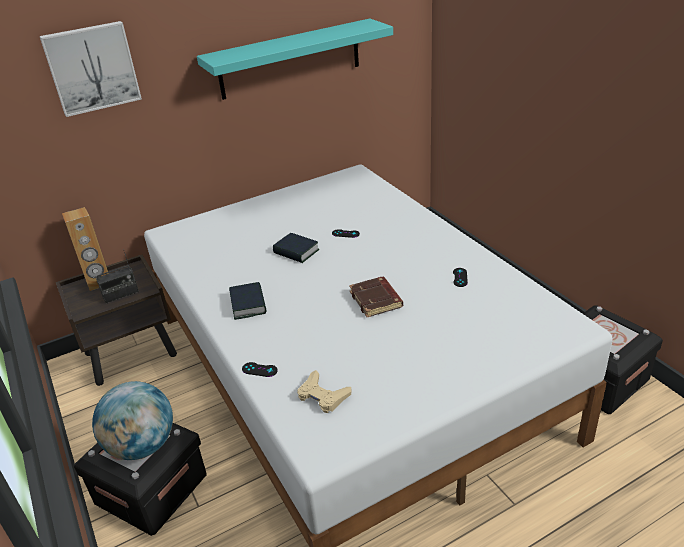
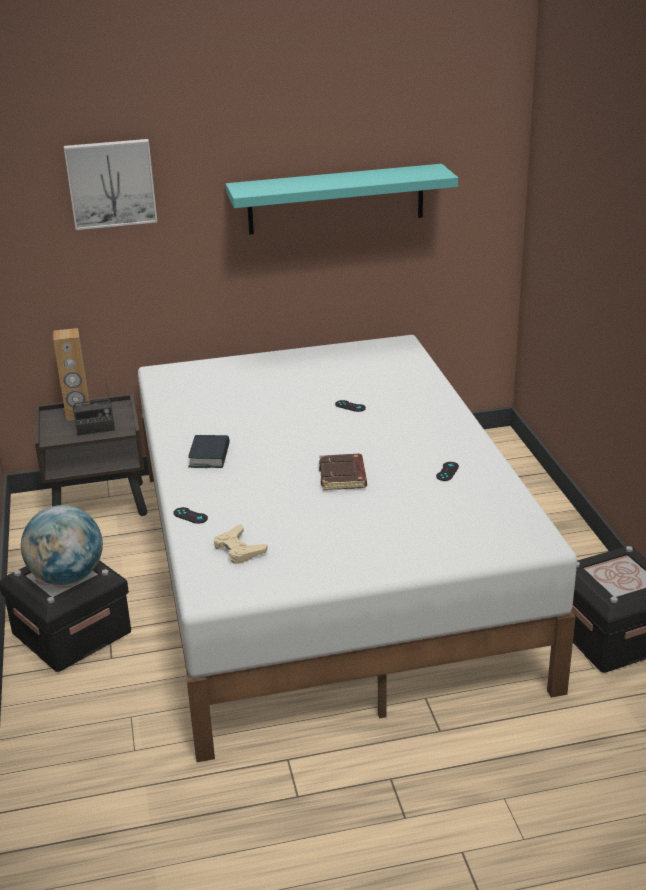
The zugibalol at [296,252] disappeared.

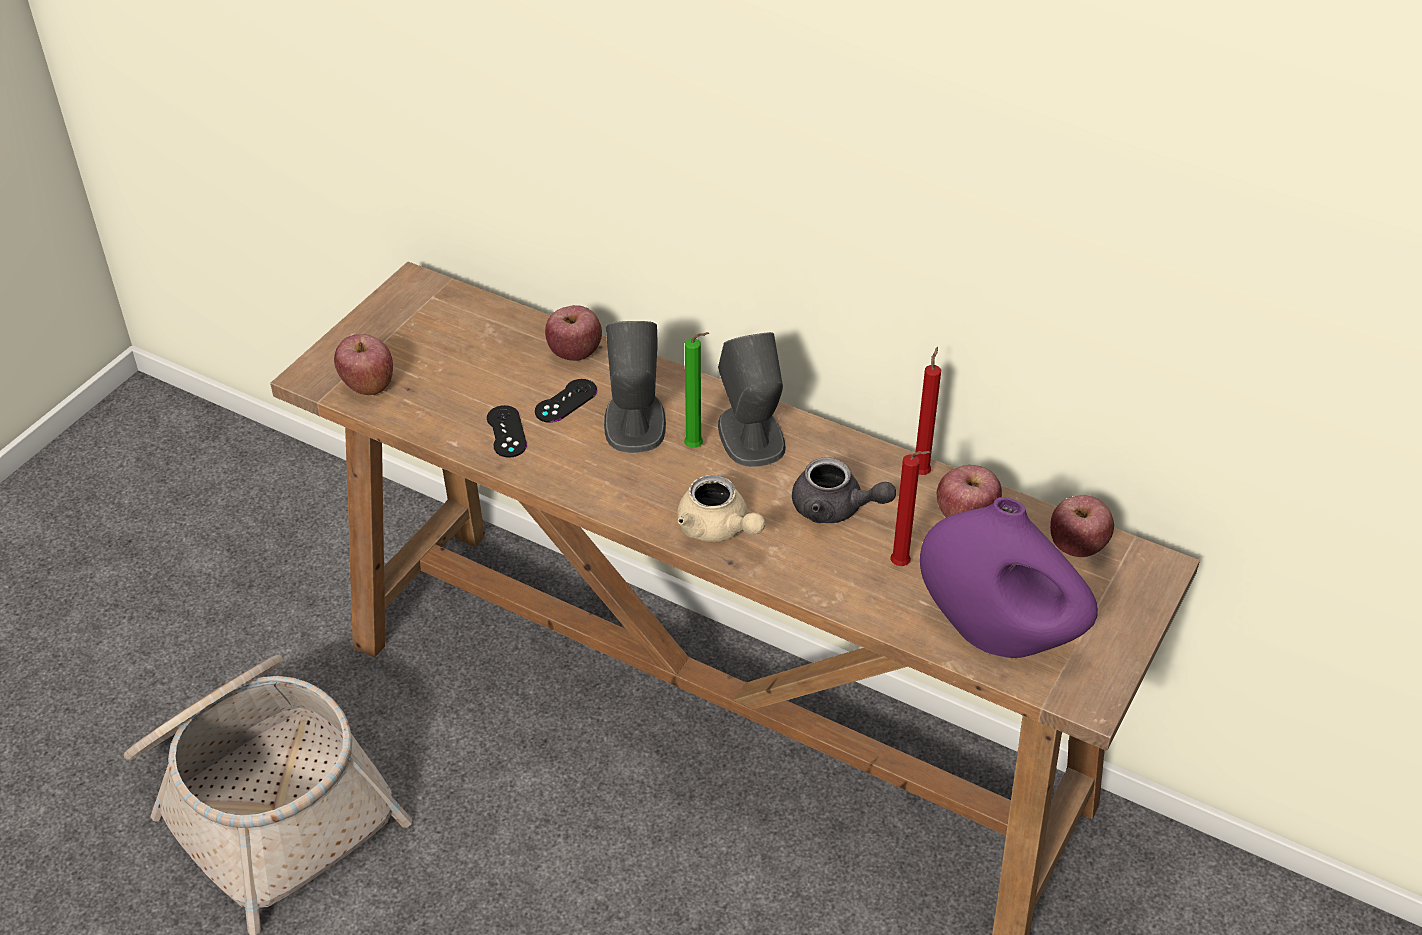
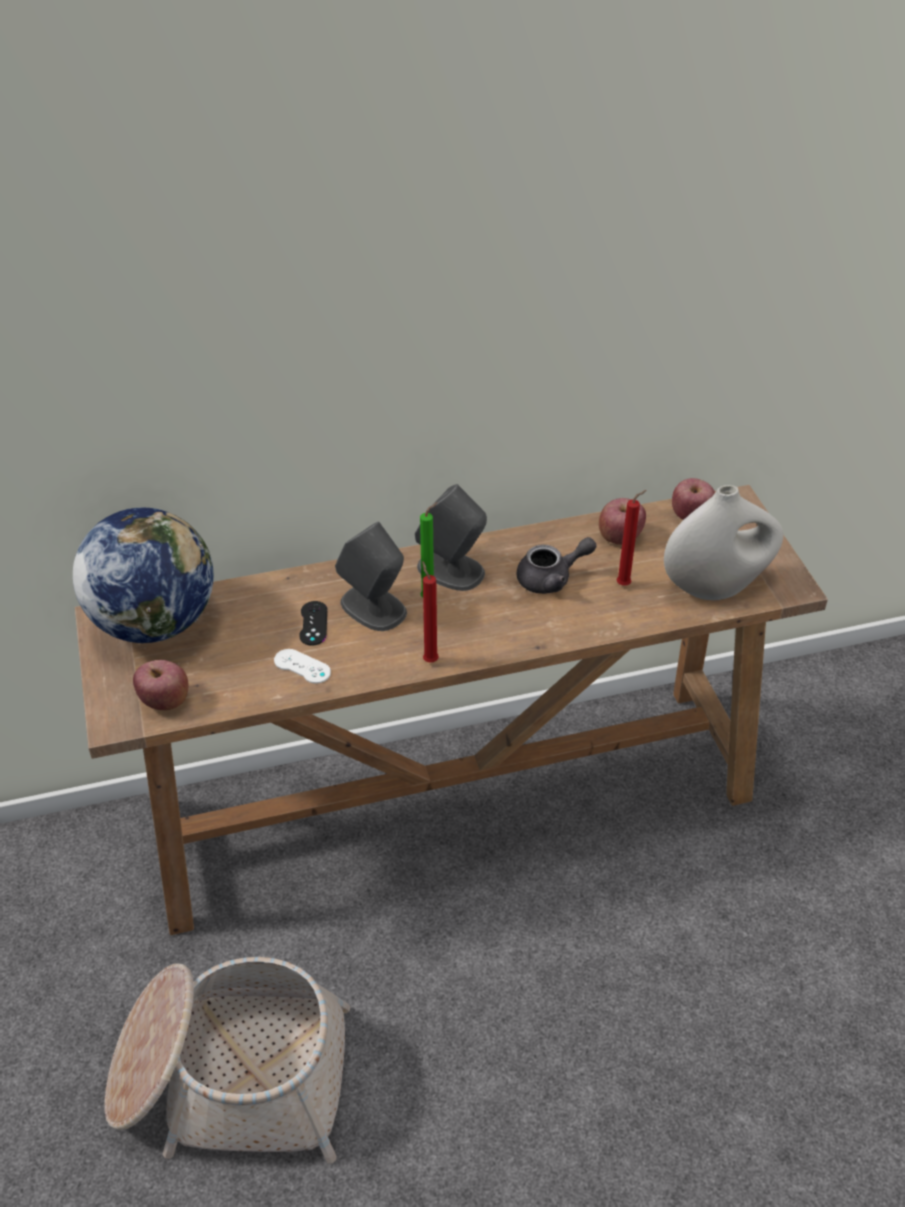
The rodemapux at [575,353] disappeared.
The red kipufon moved from [921,472] to [429,659].
The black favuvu at [506,432] became the white favuvu at [302,666].
The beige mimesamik at [718,529] disappeared.
The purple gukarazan at [998,634] became the white gukarazan at [716,586].
The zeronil at [154,622] appeared.

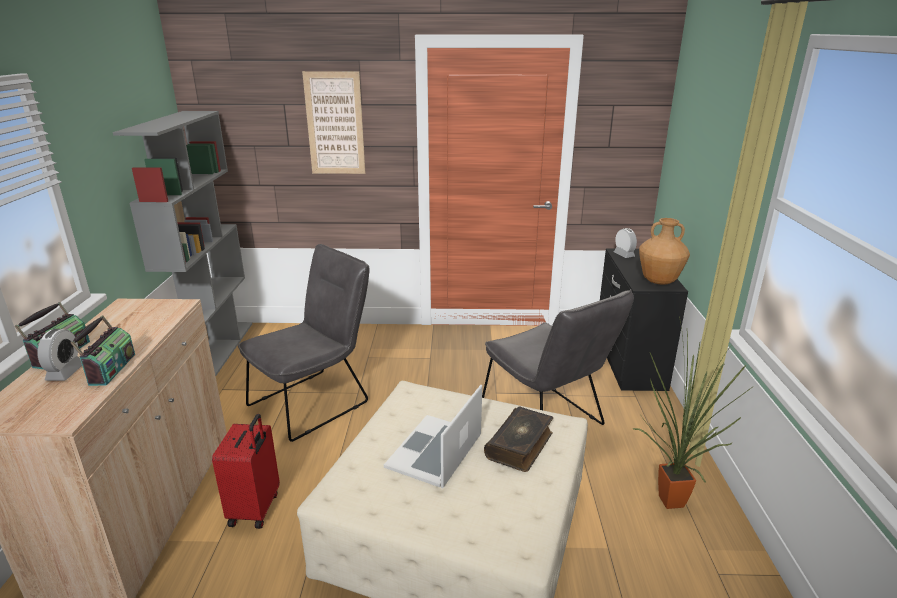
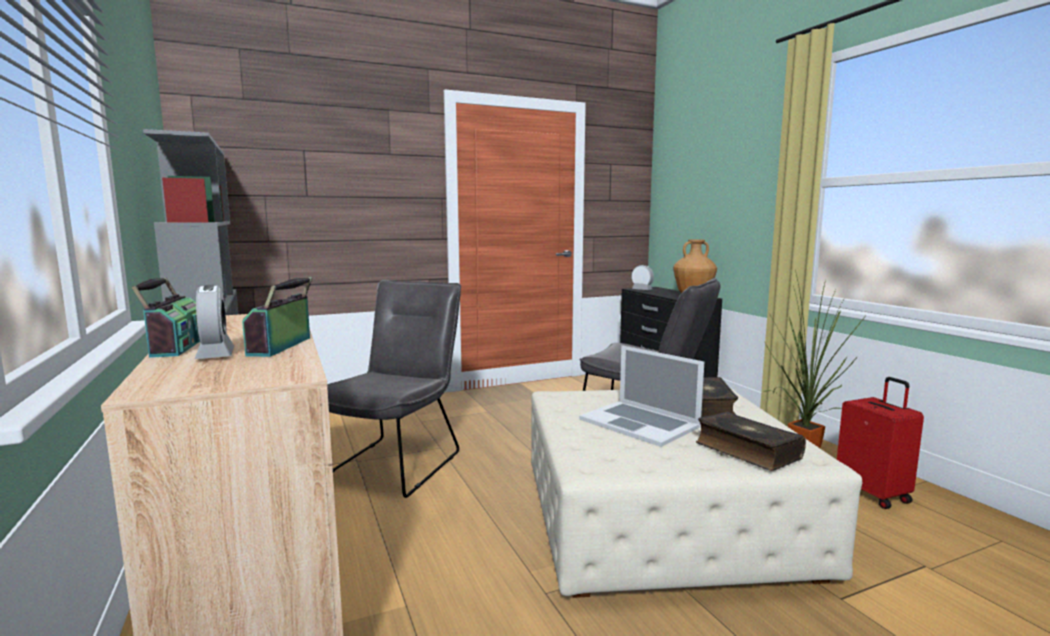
The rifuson at [335,124] disappeared.
The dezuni at [111,369] turned 150 degrees counterclockwise.
The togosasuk at [435,450] turned 45 degrees counterclockwise.
The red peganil moved from [256,509] to [874,494].
The zugibalol at [746,451] appeared.

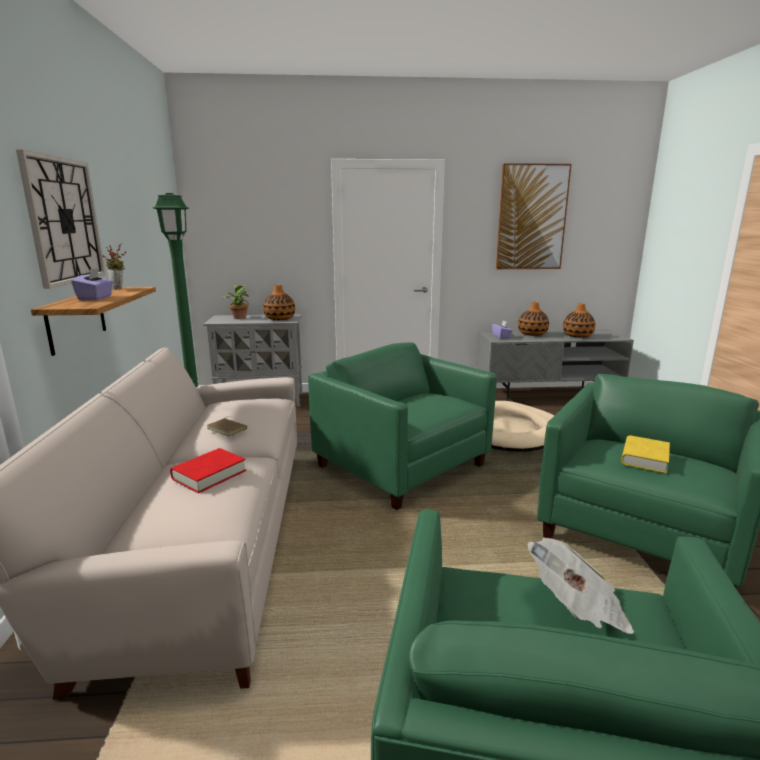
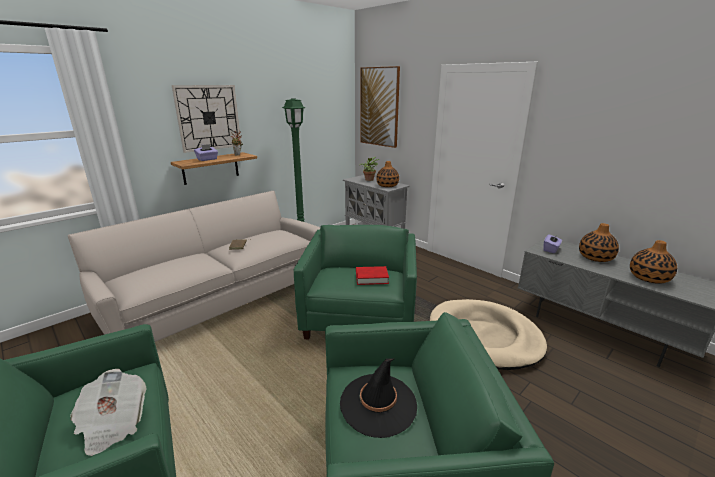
The rifuson moved from [531,217] to [379,107].
The yellow zugibalol at [644,458] was replaced by the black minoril at [378,404].
The red zugibalol moved from [209,475] to [371,278].

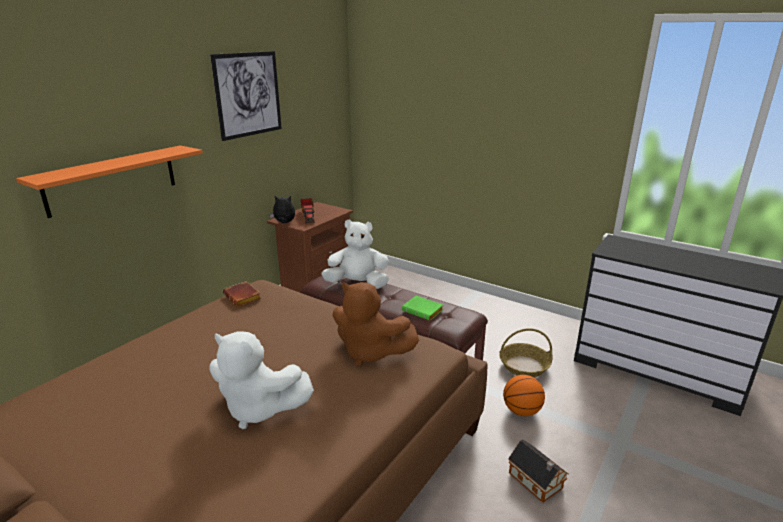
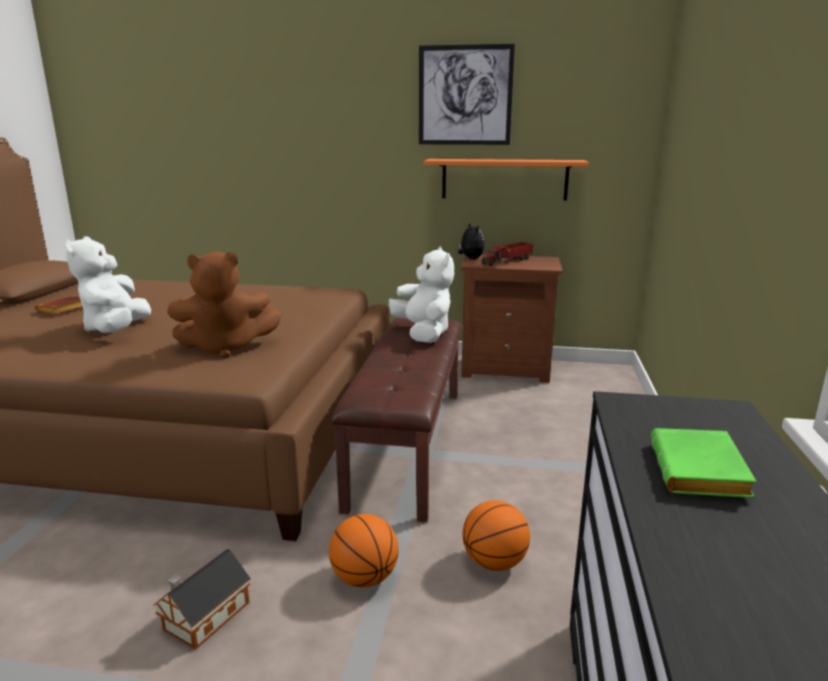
The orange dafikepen moved from [112,180] to [504,179].
The brown zugibalol moved from [243,297] to [64,310].
The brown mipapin at [370,353] turned 105 degrees counterclockwise.
The green zugibalol moved from [424,311] to [701,473].
The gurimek at [524,366] was replaced by the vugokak at [494,562].

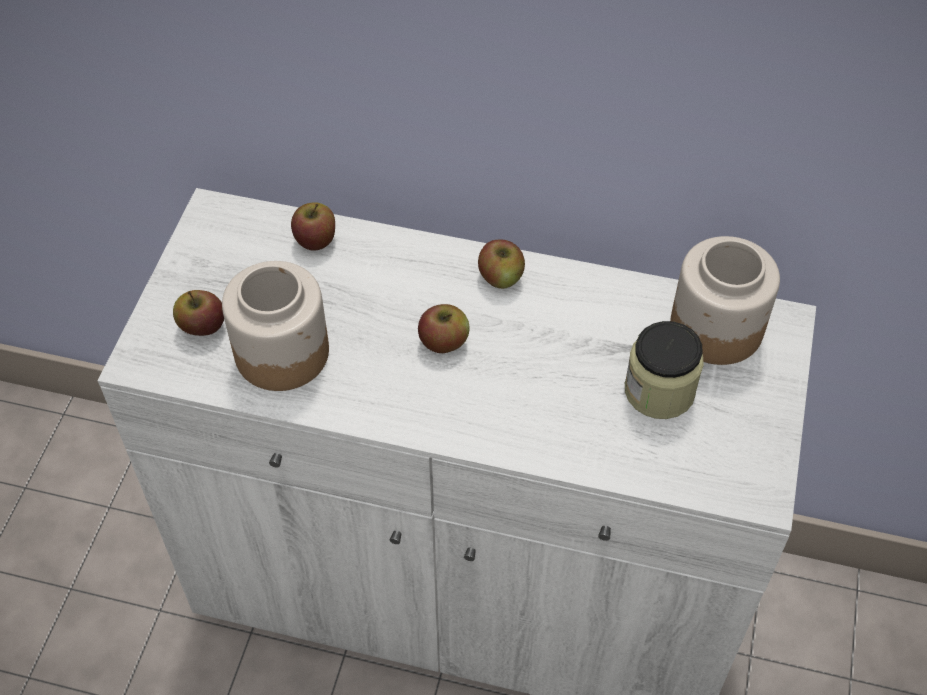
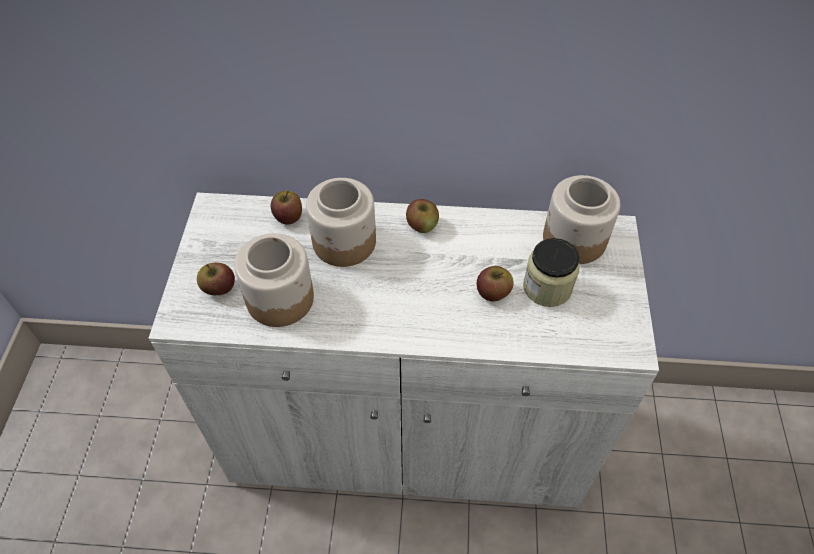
The rodemapux moved from [444,341] to [493,292].
The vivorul at [344,242] appeared.

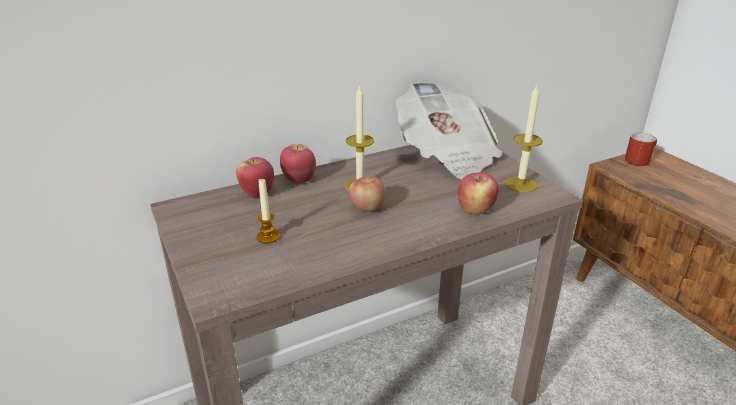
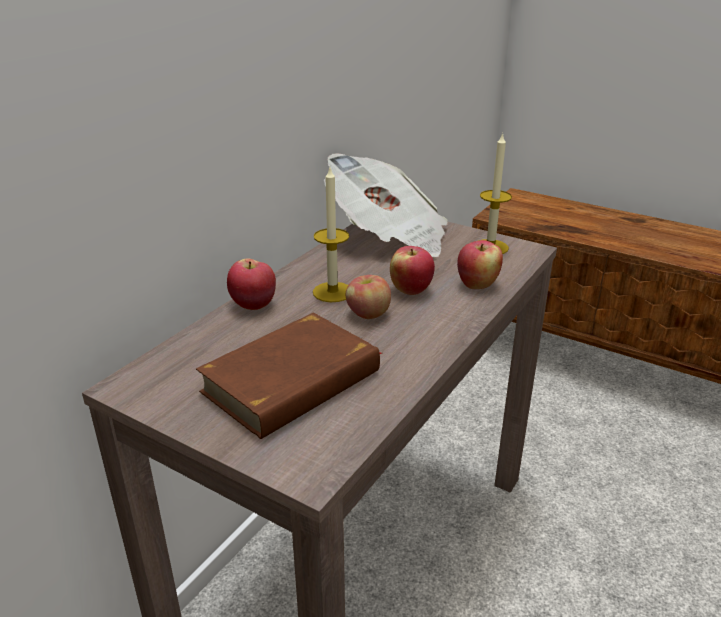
The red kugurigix at [639,159] disappeared.
The rodemapux moved from [257,193] to [410,290].
The kipufon at [268,237] was replaced by the brown zugibalol at [293,382].

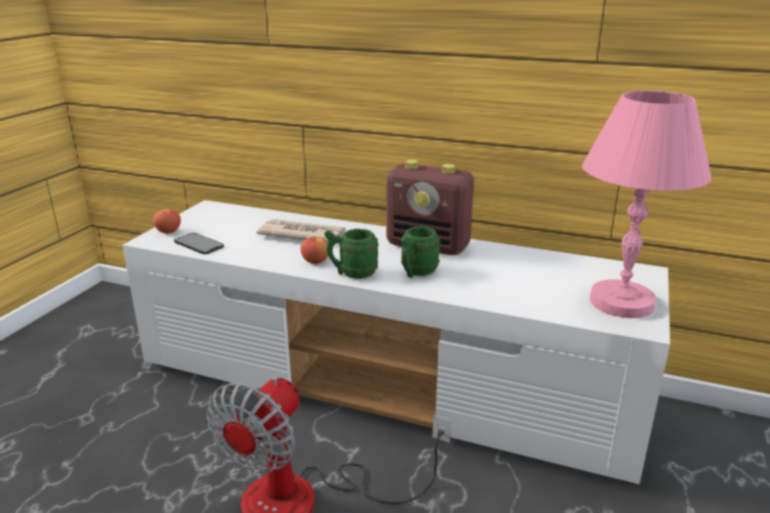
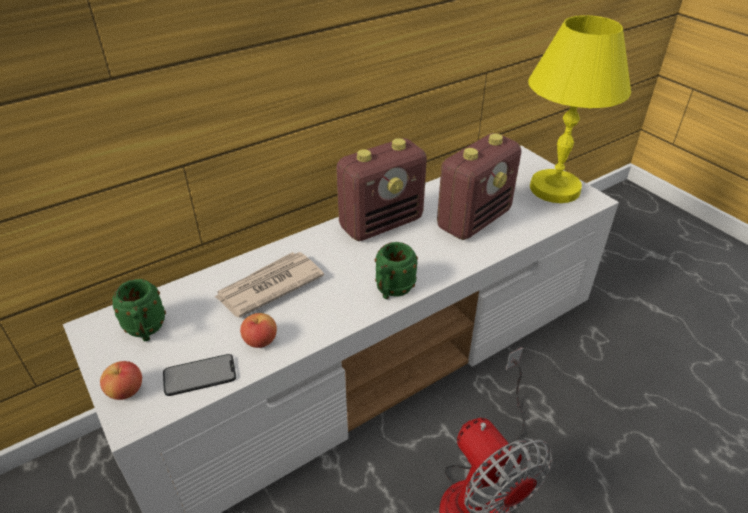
The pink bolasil at [622,302] became the yellow bolasil at [555,188].
The green kugurigix moved from [416,273] to [146,331].
The rodemapux moved from [315,261] to [260,341].
The dezuni at [474,219] appeared.

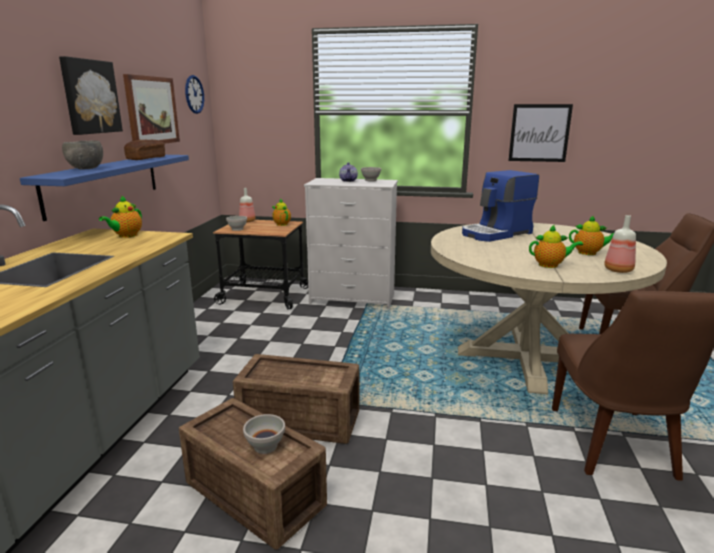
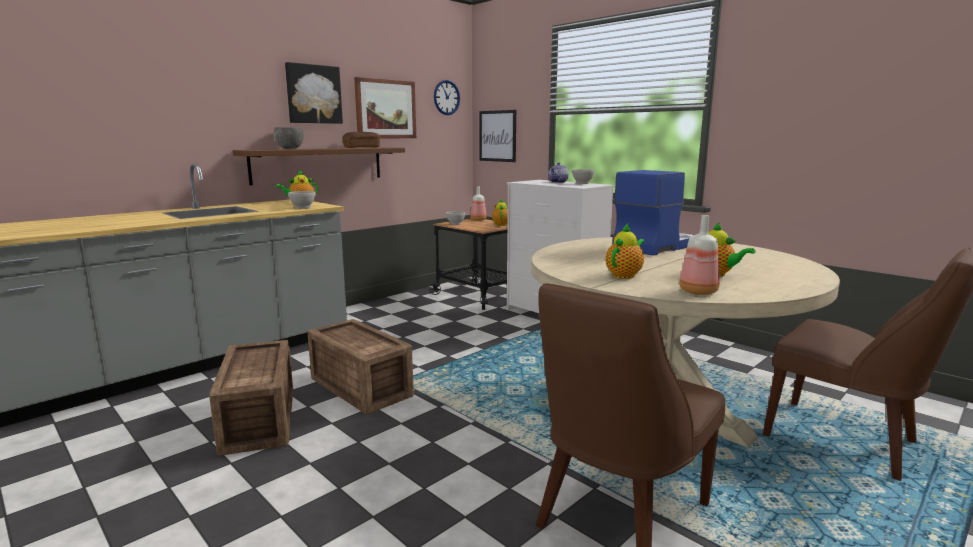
The rifuson moved from [539,133] to [497,136].
The blue dafikepen at [104,183] became the brown dafikepen at [318,164].
The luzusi at [496,234] turned 135 degrees clockwise.
The mimesamik at [550,265] turned 90 degrees counterclockwise.
The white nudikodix moved from [264,446] to [302,207].

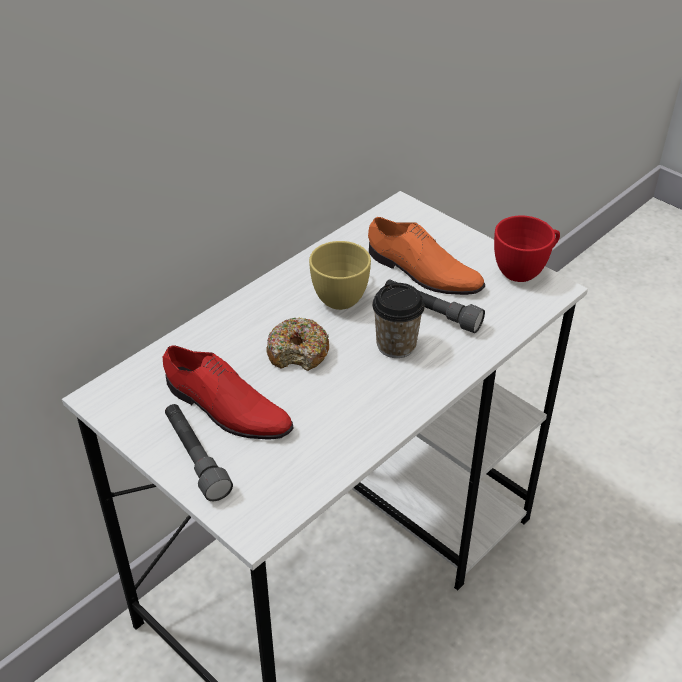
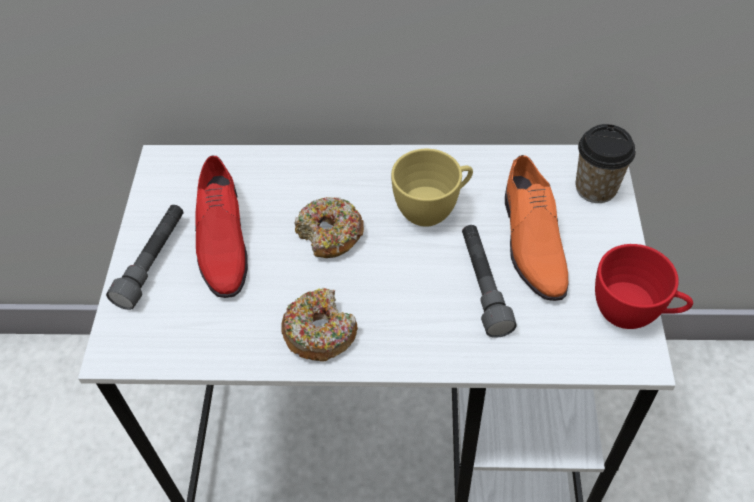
The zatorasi moved from [396,345] to [595,188].
The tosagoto at [320,332] appeared.

